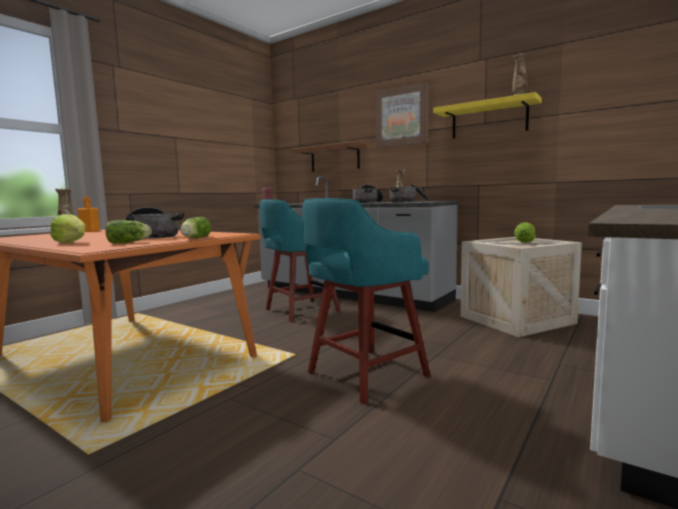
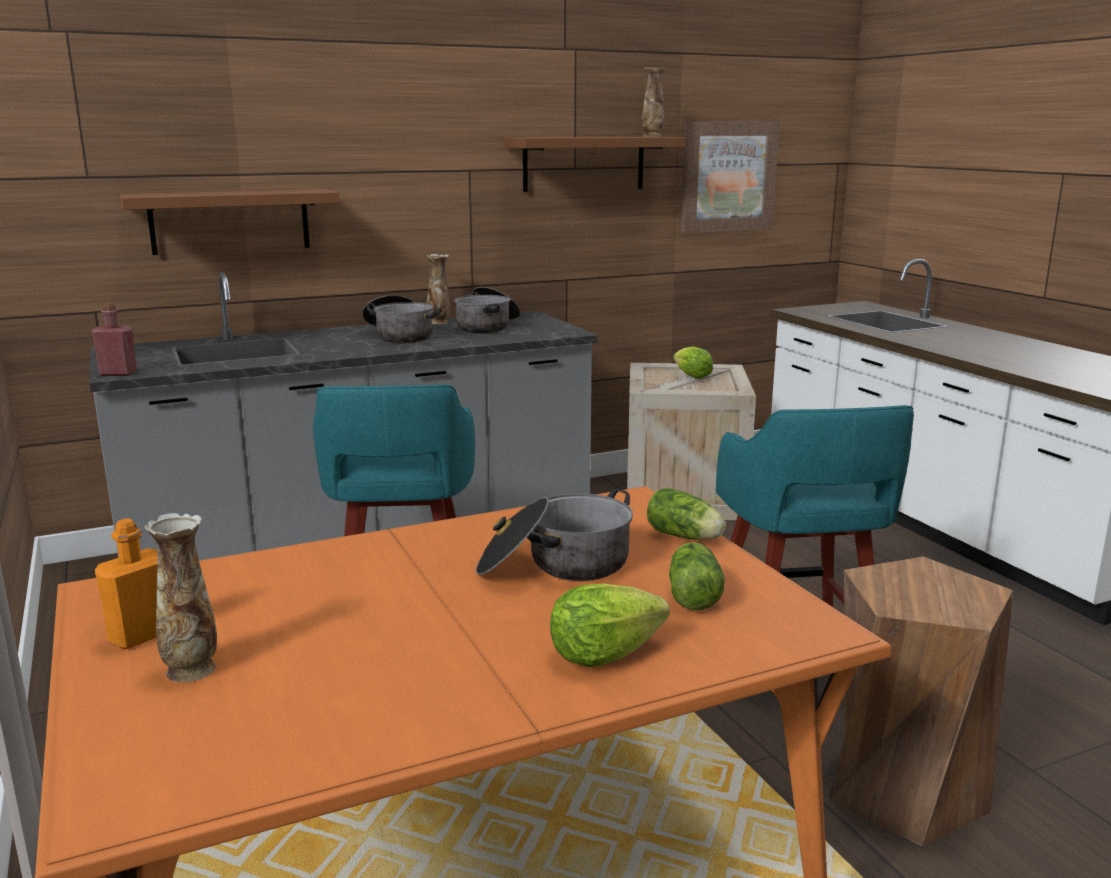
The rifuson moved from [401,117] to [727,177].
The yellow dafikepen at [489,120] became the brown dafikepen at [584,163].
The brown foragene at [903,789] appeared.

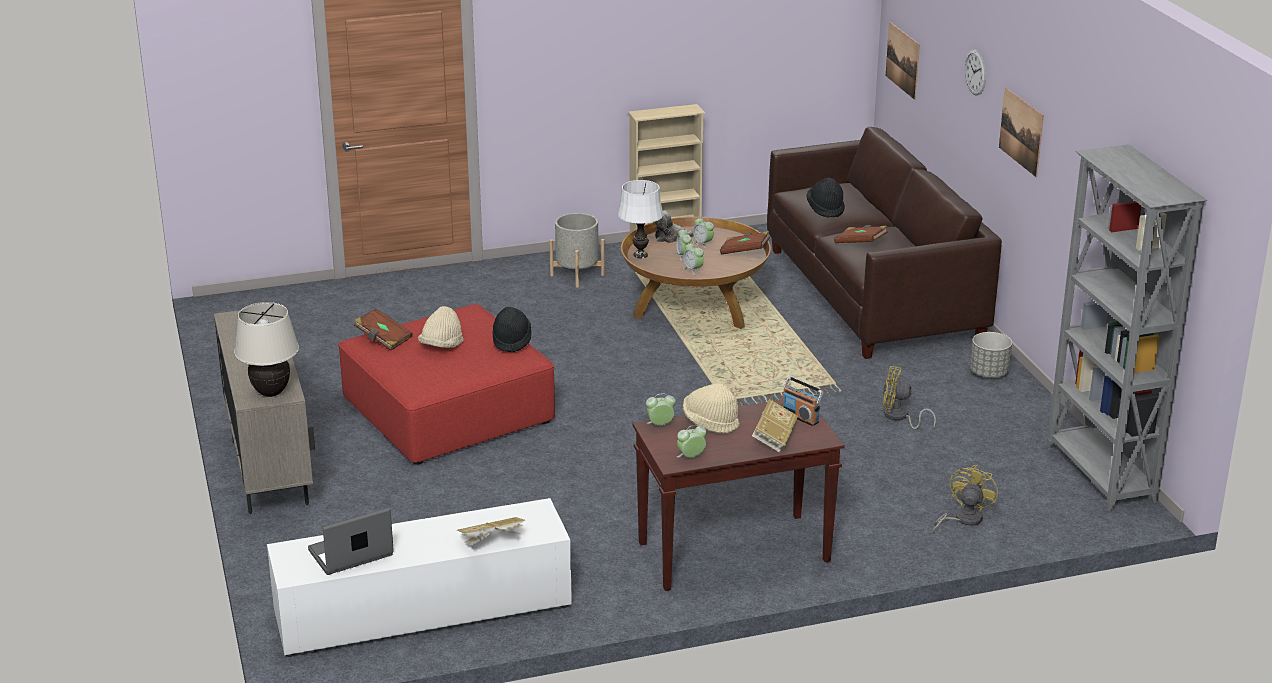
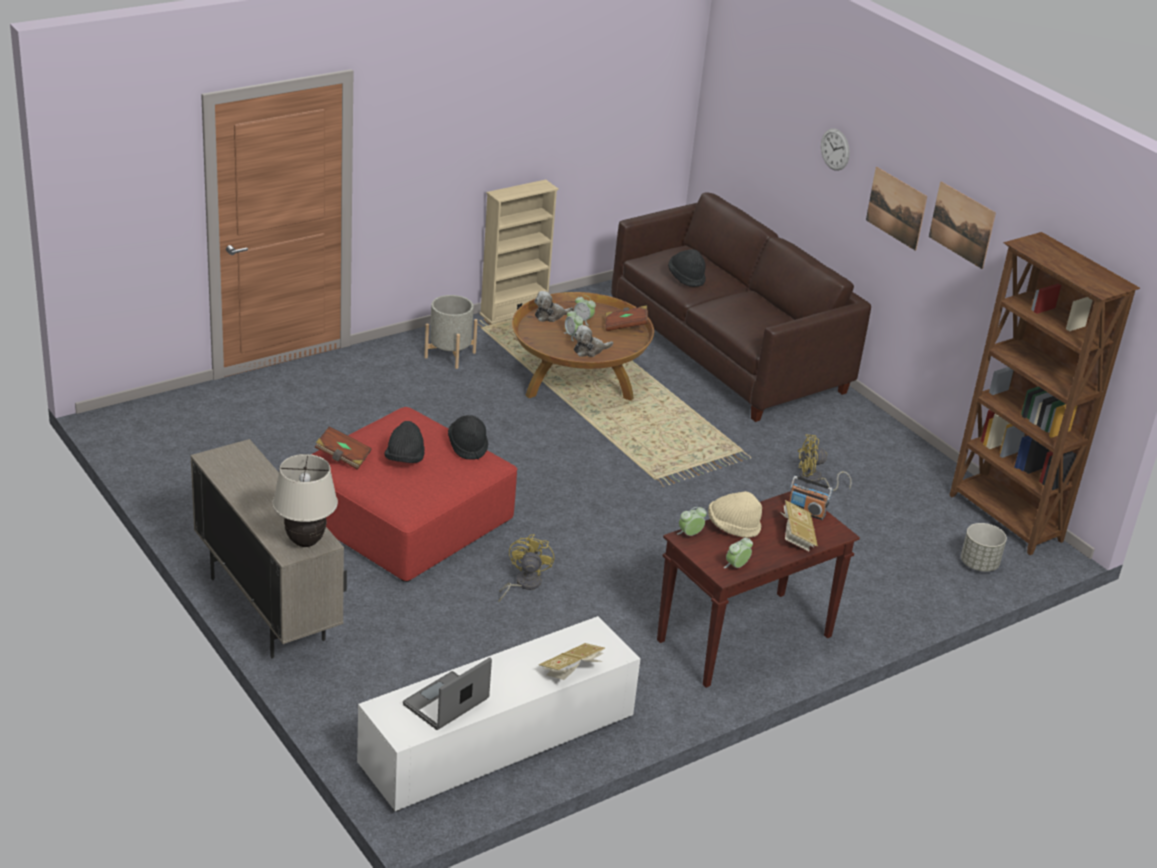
The rifuson moved from [902,60] to [962,224].
The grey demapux at [1099,474] became the brown demapux at [1005,519].
The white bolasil at [640,255] disappeared.
The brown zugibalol at [860,243] disappeared.
The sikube at [693,270] was replaced by the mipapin at [589,350].
The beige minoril at [441,346] became the black minoril at [405,459].
The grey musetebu moved from [989,373] to [979,564].
The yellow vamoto moved from [963,519] to [523,584].

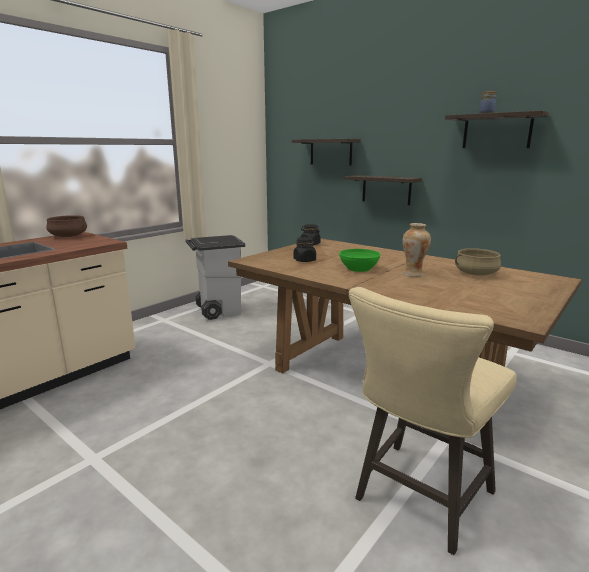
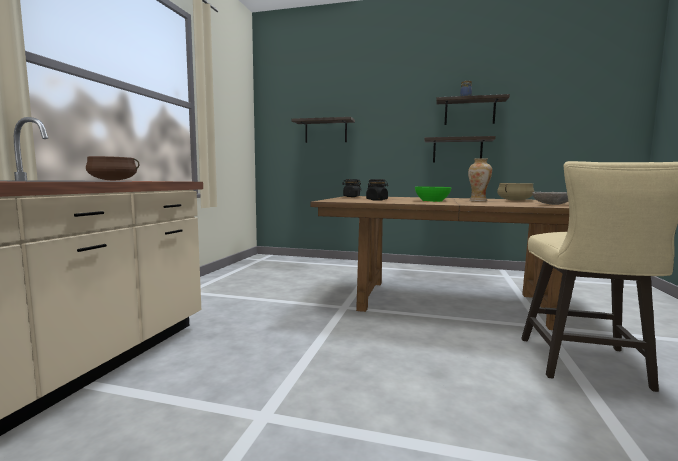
The dafikepen moved from [386,189] to [457,150].
The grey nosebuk at [218,311] disappeared.
The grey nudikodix at [551,204] appeared.

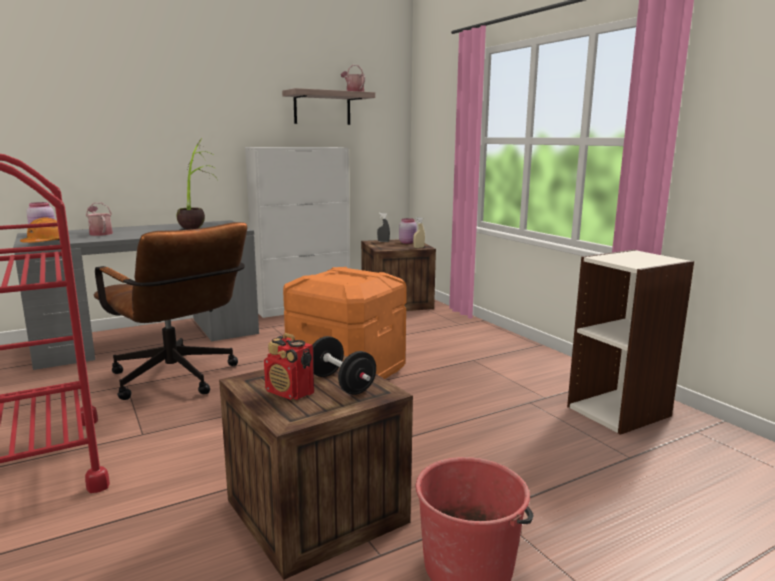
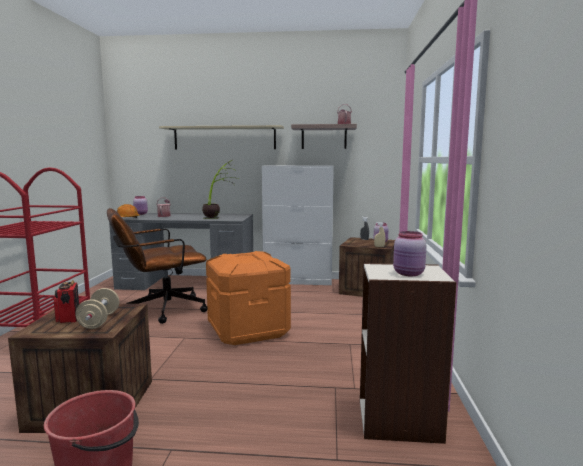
The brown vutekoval at [179,380] turned 75 degrees clockwise.
The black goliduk at [341,384] became the beige goliduk at [99,321].
The beige dafikepen at [224,138] appeared.
The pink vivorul at [409,274] appeared.

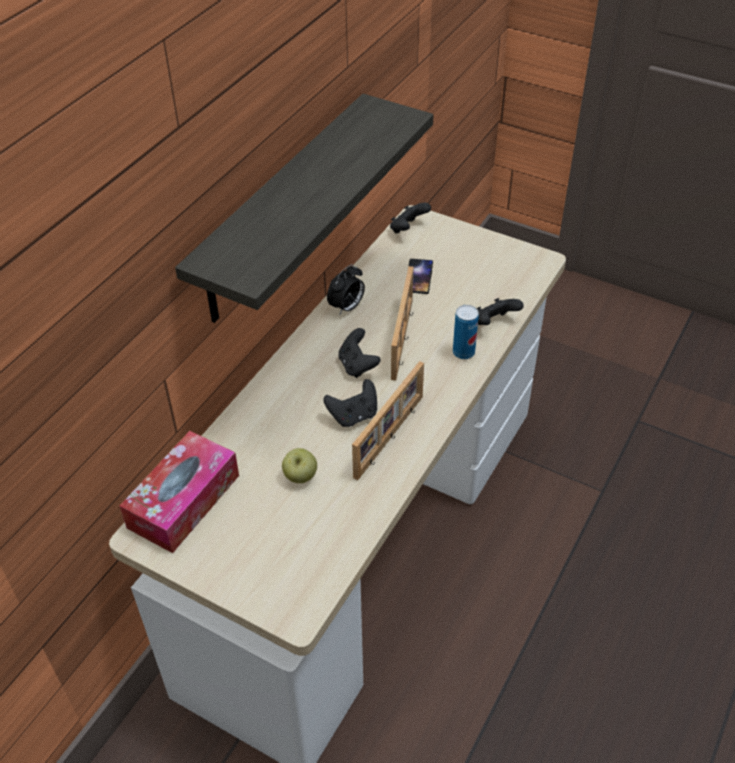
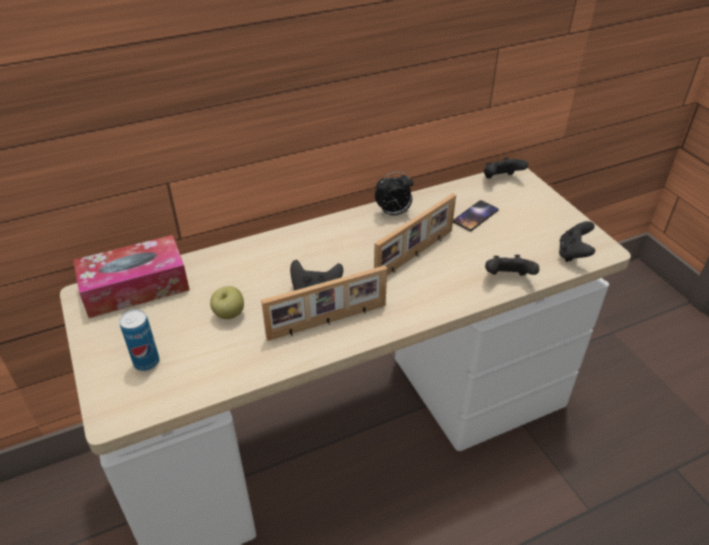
The dafikepen at [281,210] disappeared.
The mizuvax moved from [463,352] to [146,362].
The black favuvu moved from [357,365] to [573,254].

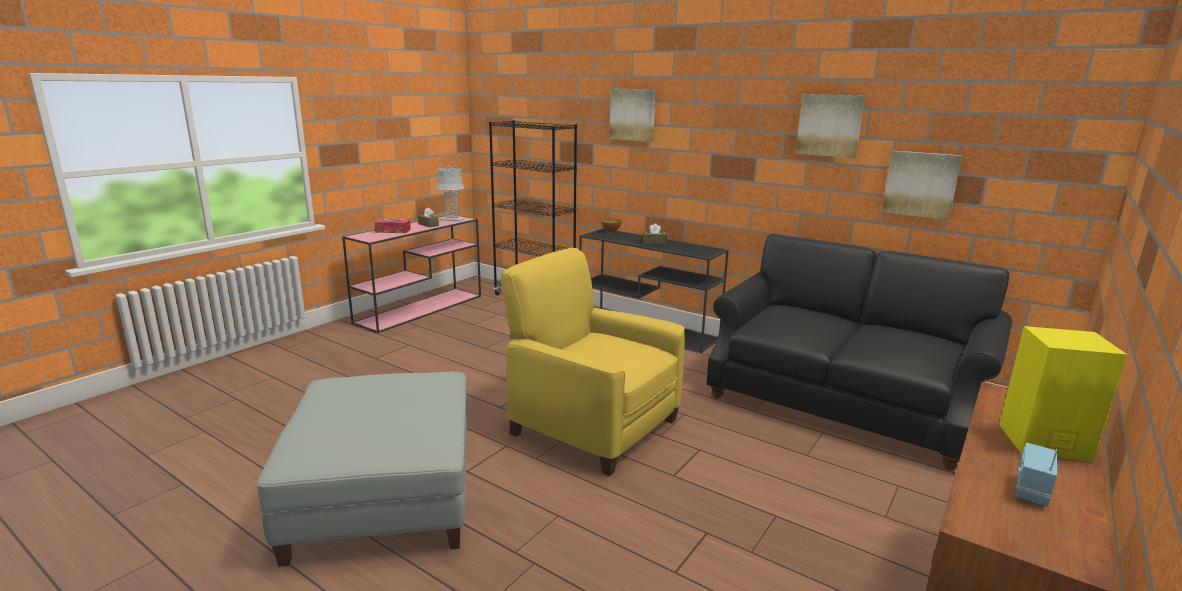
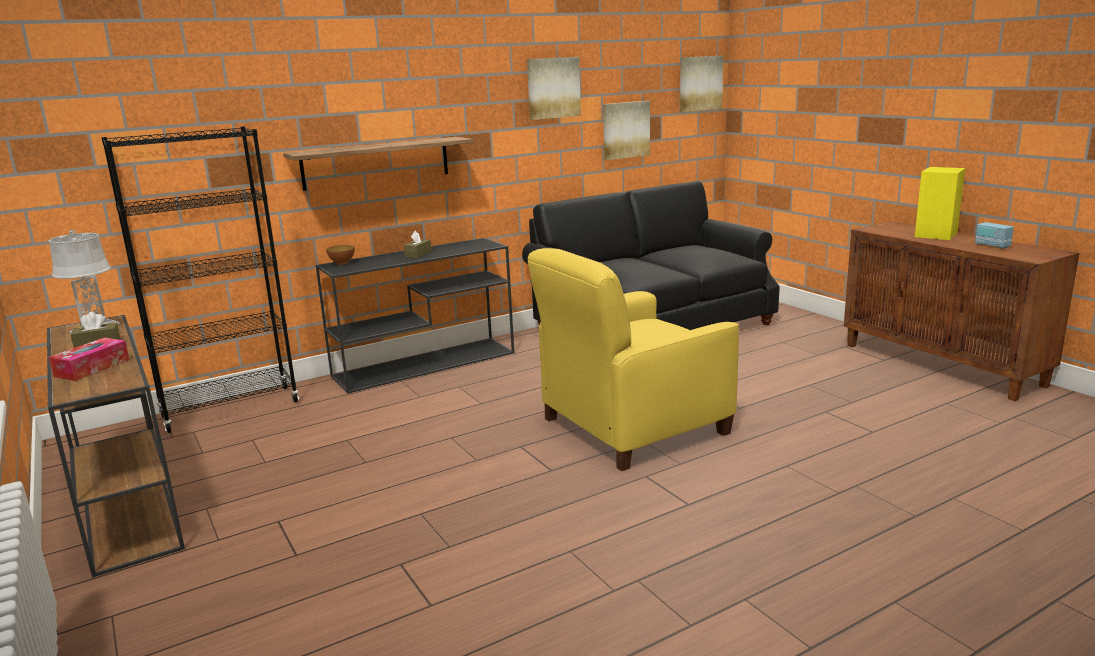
The rifuson moved from [633,114] to [700,83].
The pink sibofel at [421,308] became the brown sibofel at [126,500].
The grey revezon at [383,495] disappeared.
The dafikepen at [376,163] appeared.

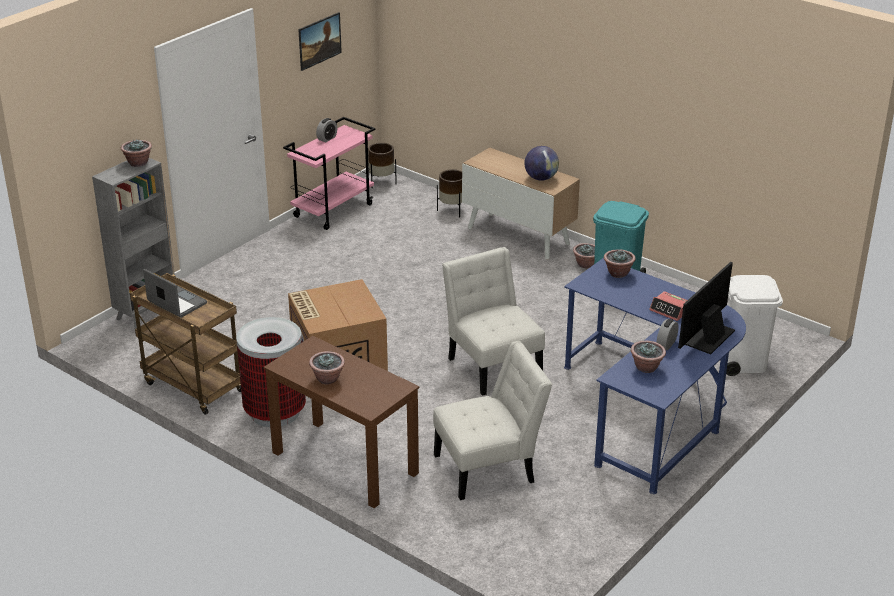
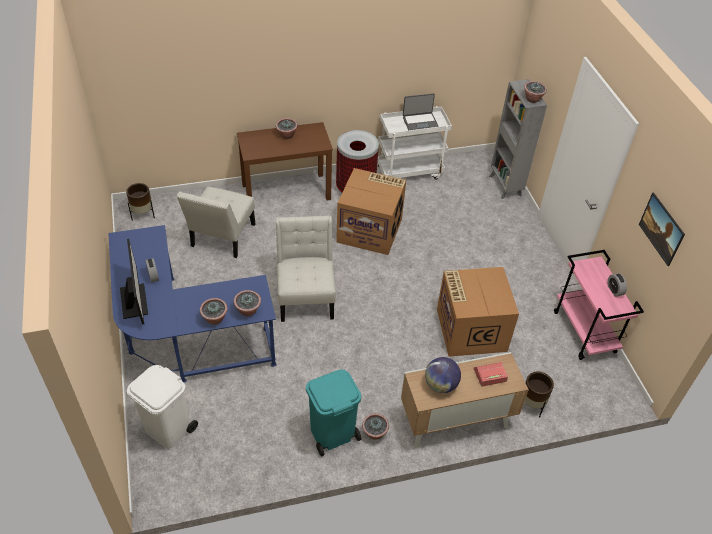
The brown musetebu moved from [381,182] to [143,214].
The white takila at [492,364] turned 105 degrees counterclockwise.
The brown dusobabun at [191,387] became the white dusobabun at [409,172].
The sikube moved from [670,310] to [489,375].
The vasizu moved from [646,367] to [215,319].
The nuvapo at [470,329] appeared.

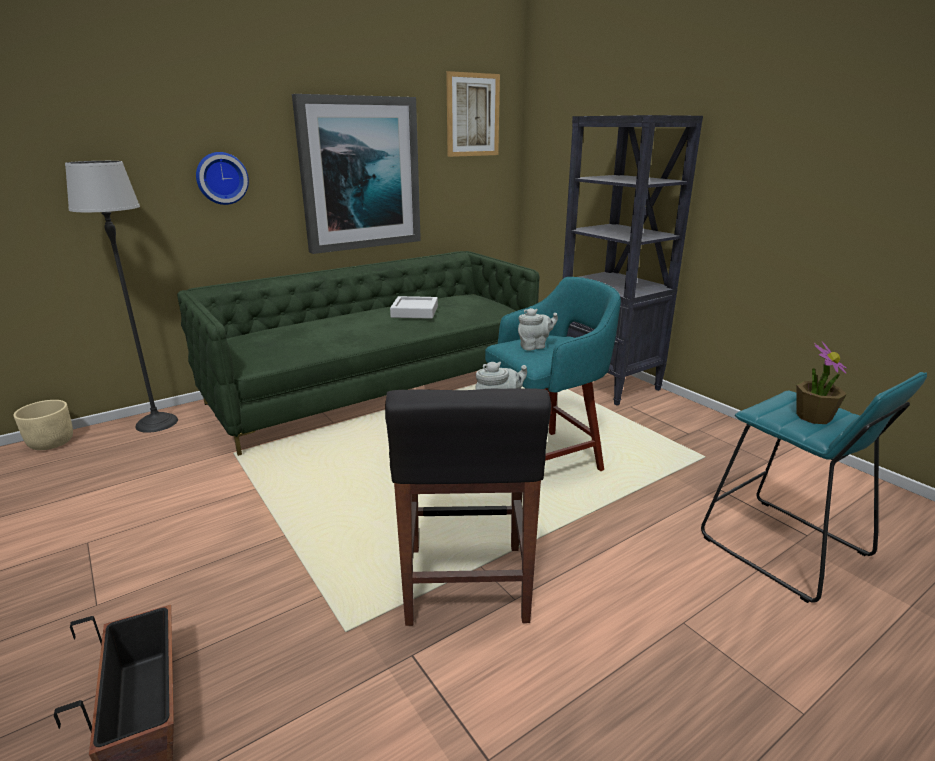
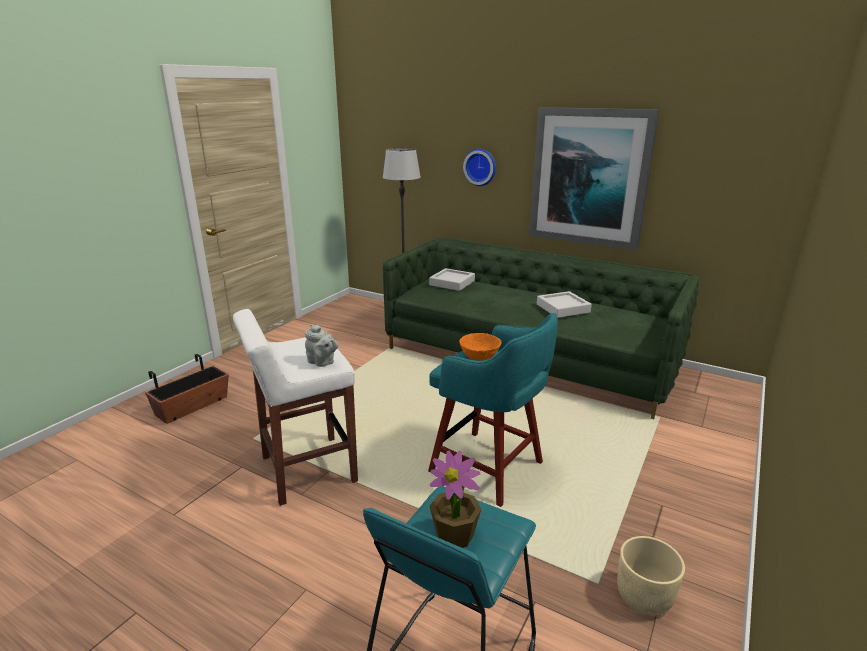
The rifuson at [472,115] disappeared.
The black demapux at [608,384] disappeared.
The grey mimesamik at [535,346] was replaced by the orange nudikodix at [479,357].
The black foragene at [465,585] became the white foragene at [306,469].
The beige musetebu moved from [51,443] to [644,596].
The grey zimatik at [452,283] appeared.

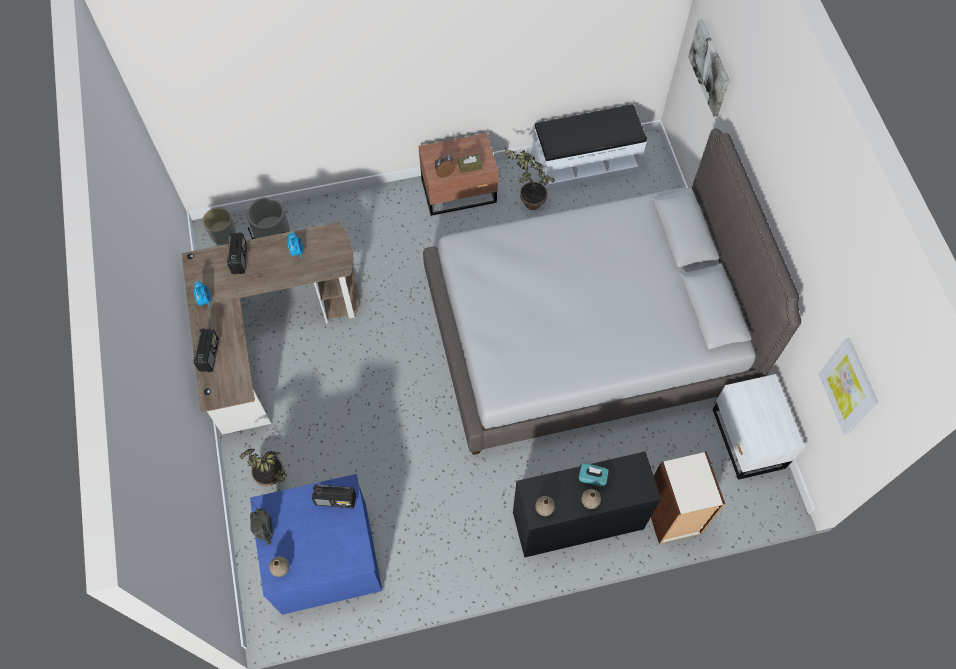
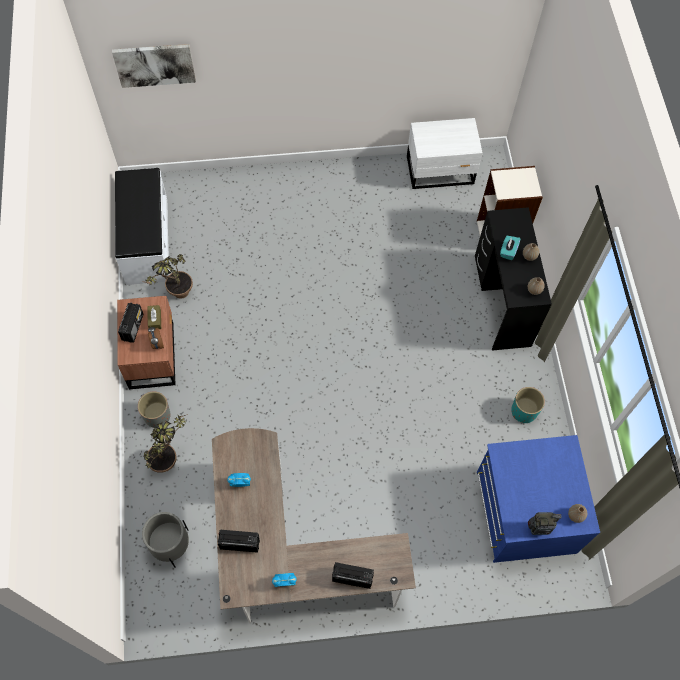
The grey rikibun at [586,334] disappeared.
The grey musetebu moved from [223,234] to [157,416].
The rifuson at [848,387] disappeared.
The vasizu moved from [275,481] to [169,459].
The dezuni moved from [336,500] to [133,327].
The turquoise musetebu at [524,411] appeared.

